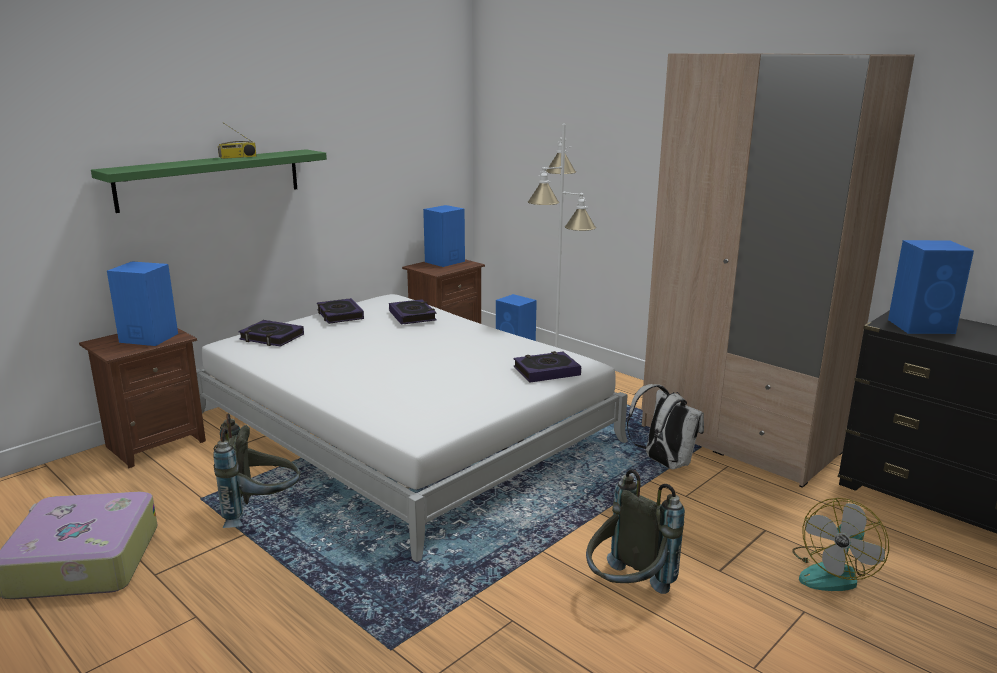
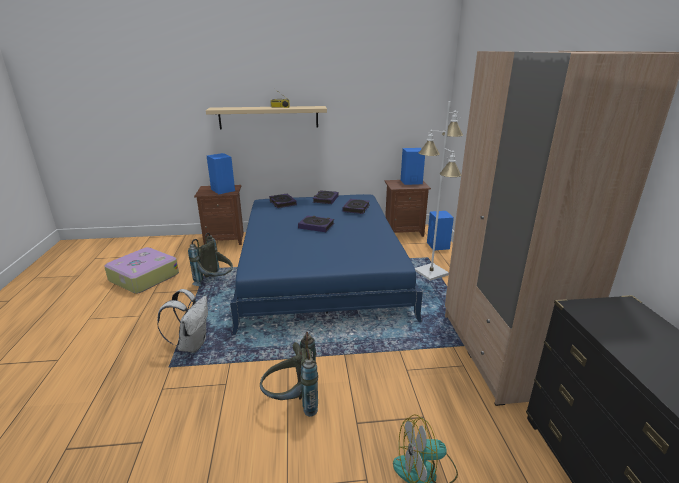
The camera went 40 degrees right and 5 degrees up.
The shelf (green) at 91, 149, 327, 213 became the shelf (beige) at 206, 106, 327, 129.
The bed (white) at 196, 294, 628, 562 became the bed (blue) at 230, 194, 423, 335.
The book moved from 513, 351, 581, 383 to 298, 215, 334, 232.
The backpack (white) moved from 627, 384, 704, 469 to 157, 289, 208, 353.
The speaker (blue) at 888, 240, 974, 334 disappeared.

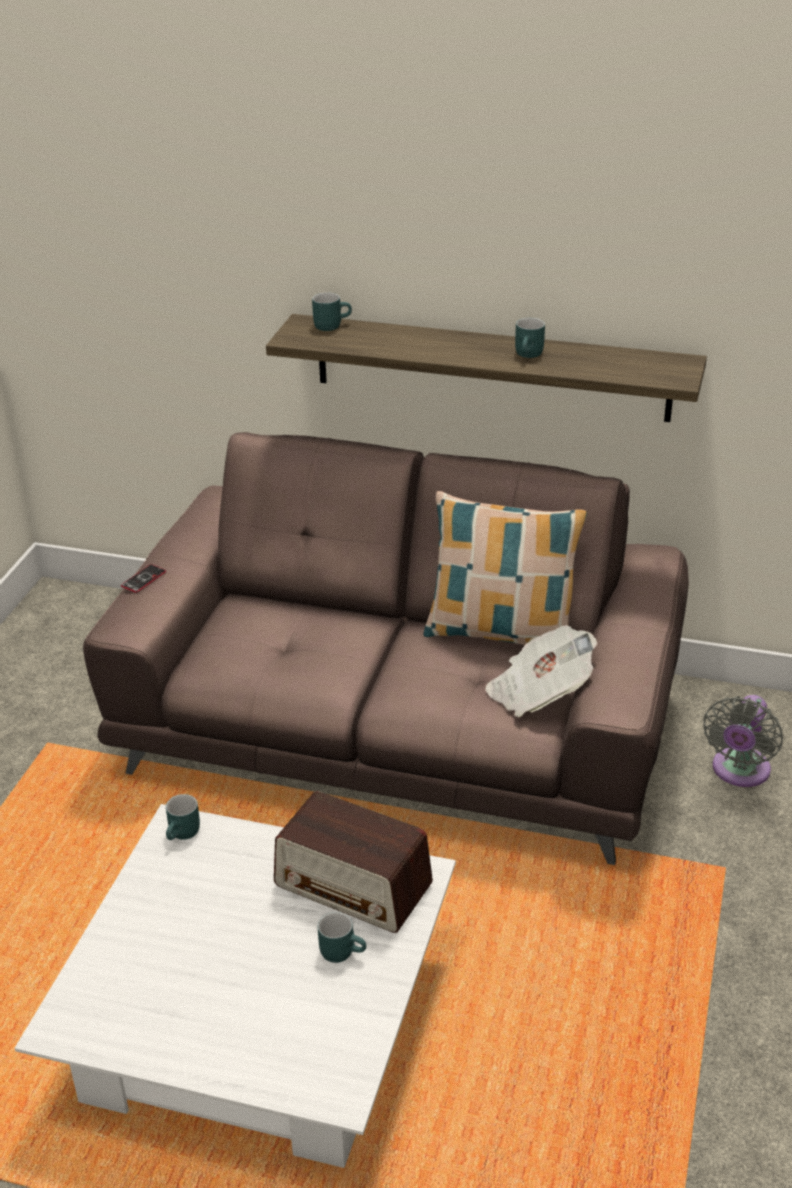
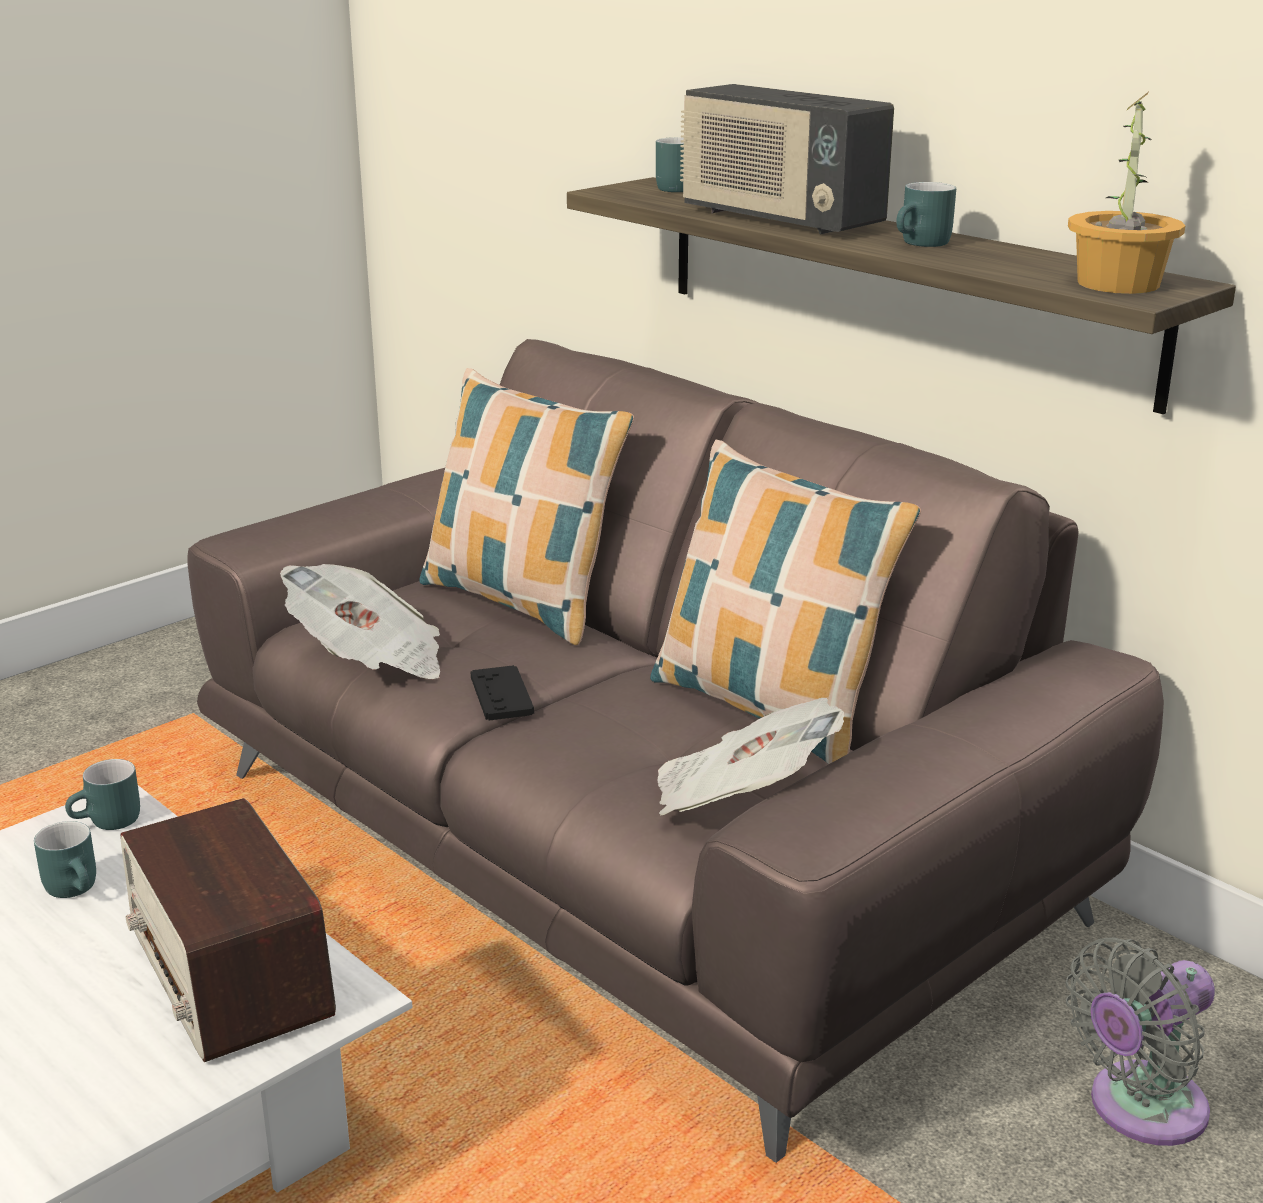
The camera went 30 degrees right and 10 degrees down.
The phone at 121, 564, 166, 593 disappeared.
The mug (turquoise) moved from 318, 912, 366, 963 to 34, 821, 96, 898.
The newspaper at 280, 564, 440, 679 appeared.
The pillow at 419, 368, 634, 645 appeared.
The game controller (black) at 470, 665, 534, 720 appeared.
The radio at 680, 84, 894, 234 appeared.
The potted plant at 1068, 92, 1185, 294 appeared.

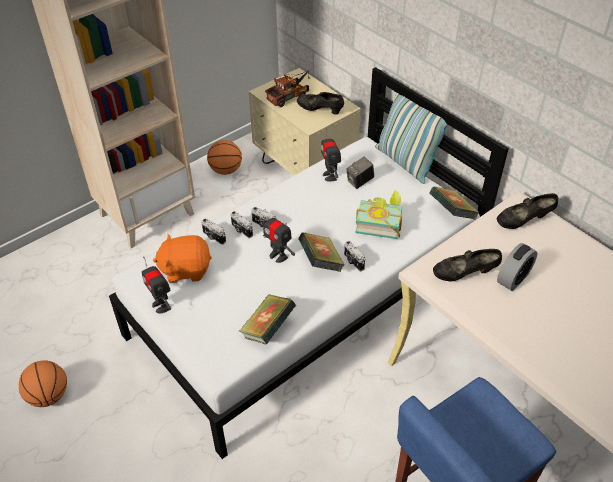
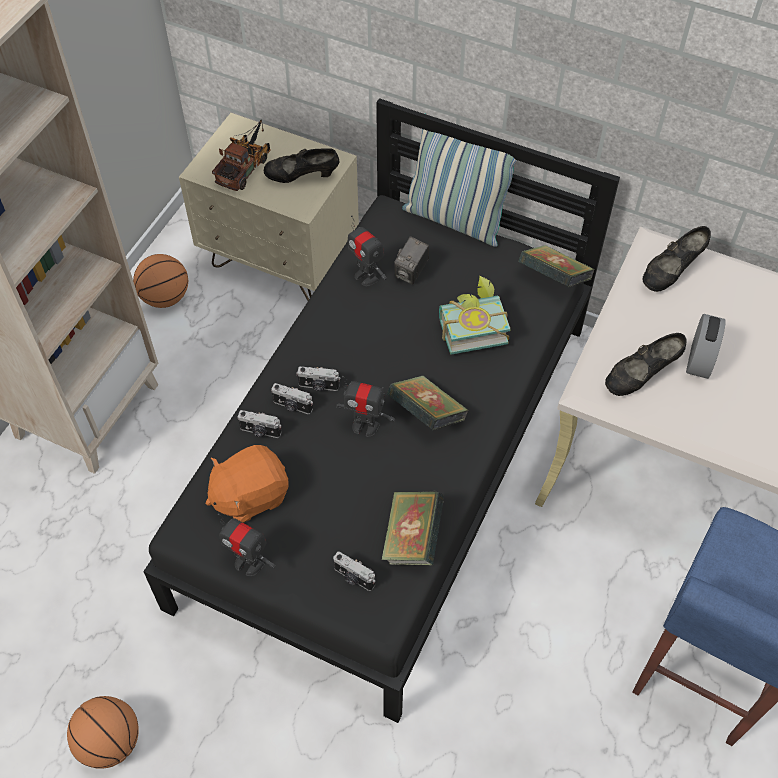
The camera went 25 degrees left and 10 degrees up.
The bed (white) at 109, 67, 509, 459 became the bed (black) at 143, 98, 620, 723.
The photo camera moved from 344, 241, 365, 271 to 333, 551, 376, 591.

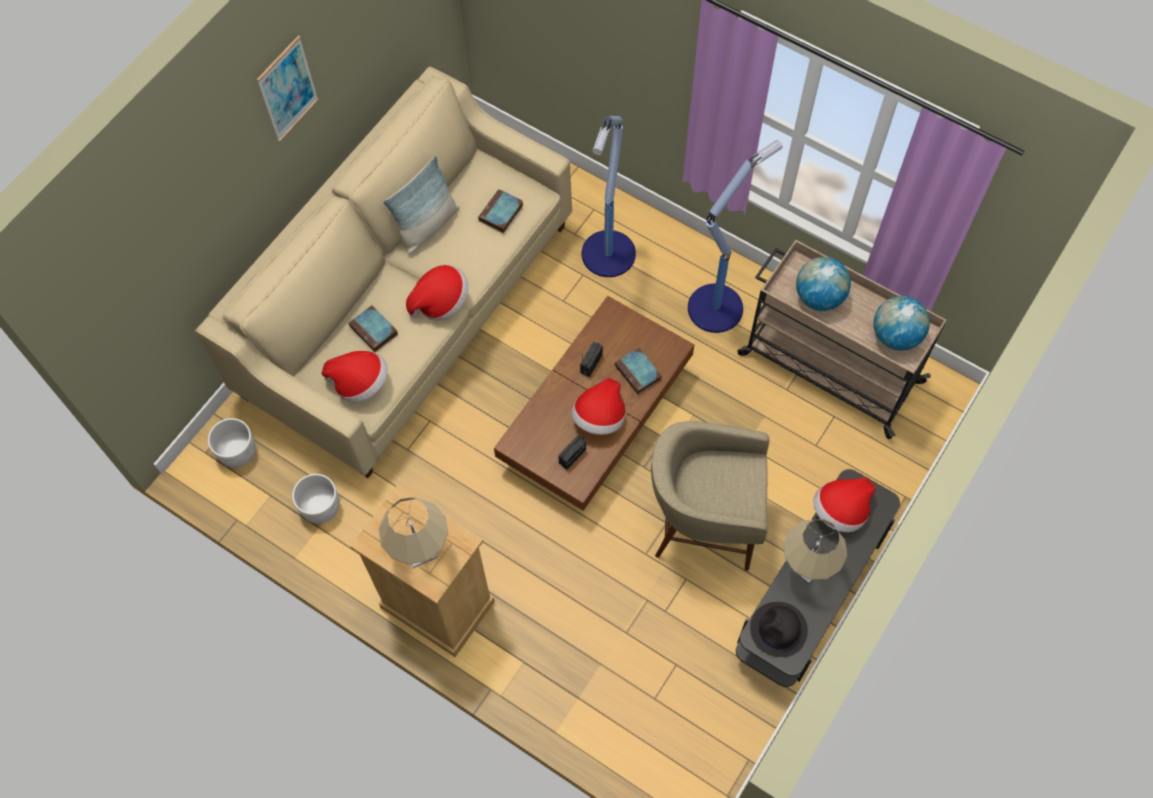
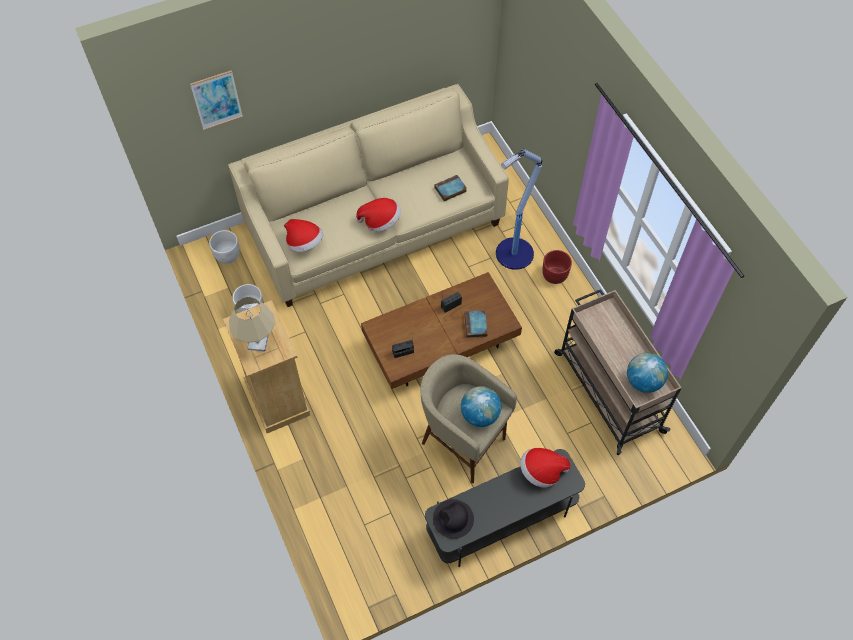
The camera went 30 degrees right and 5 degrees down.
The picture moved from 257, 35, 319, 142 to 190, 70, 243, 130.
The book at 349, 305, 398, 352 disappeared.
The pillow at 383, 156, 460, 256 disappeared.
The hat at 572, 378, 626, 435 disappeared.
The floor lamp at 688, 140, 782, 333 disappeared.
The table lamp (beige) at 783, 519, 847, 584 disappeared.
The globe moved from 796, 257, 851, 311 to 461, 386, 501, 427.
The planter (red) at 542, 250, 572, 284 appeared.

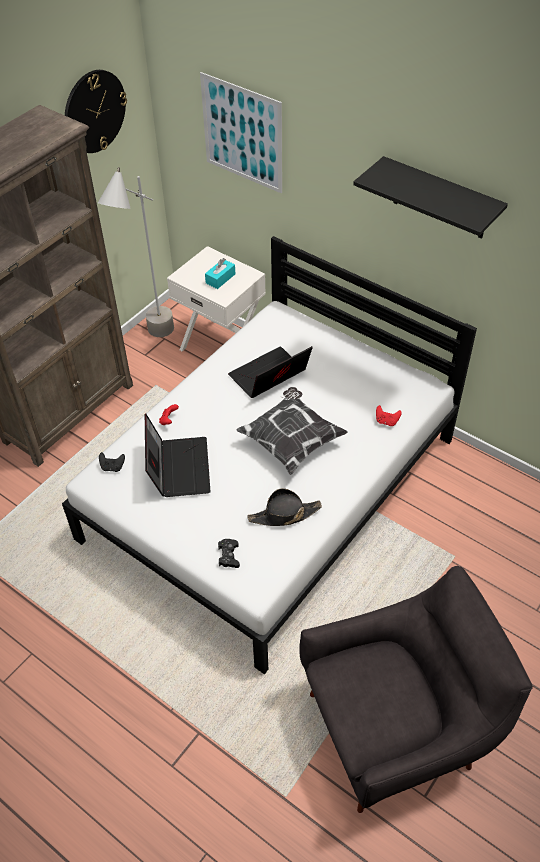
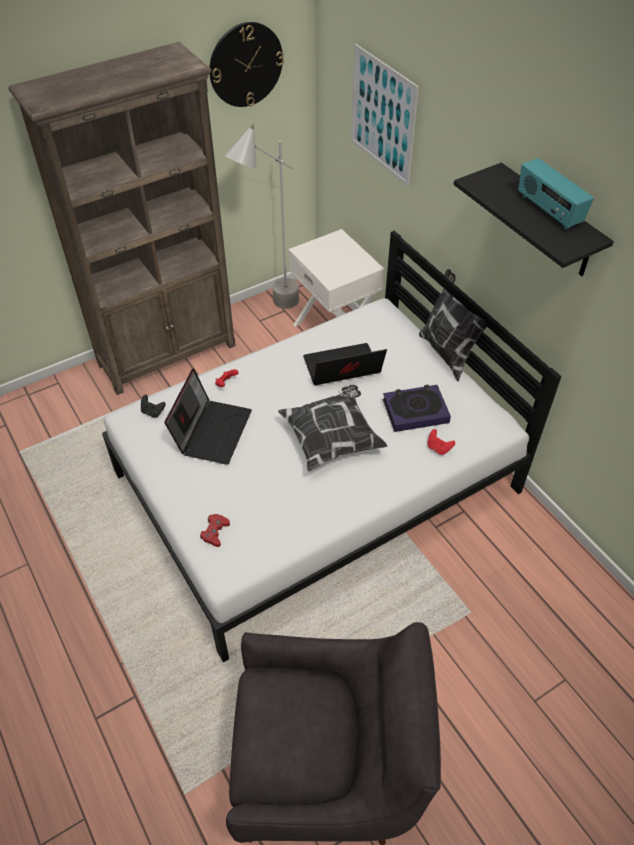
The camera went 20 degrees right and 0 degrees up.
The tissue box (turquoise) at 205, 258, 235, 289 disappeared.
The game controller (black) at 218, 539, 240, 568 became the game controller (red) at 200, 514, 230, 547.
The hat (black) at 247, 488, 322, 526 disappeared.
The book at 383, 385, 451, 432 appeared.
The pillow at 419, 269, 487, 381 appeared.
The radio at 518, 158, 594, 230 appeared.

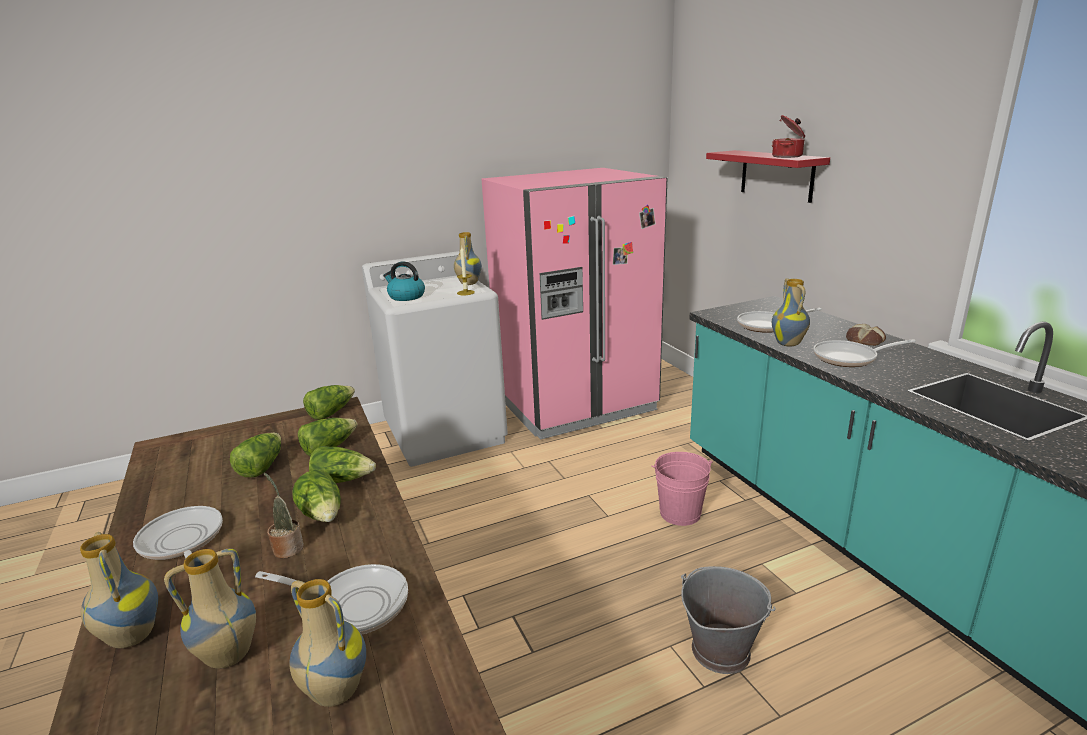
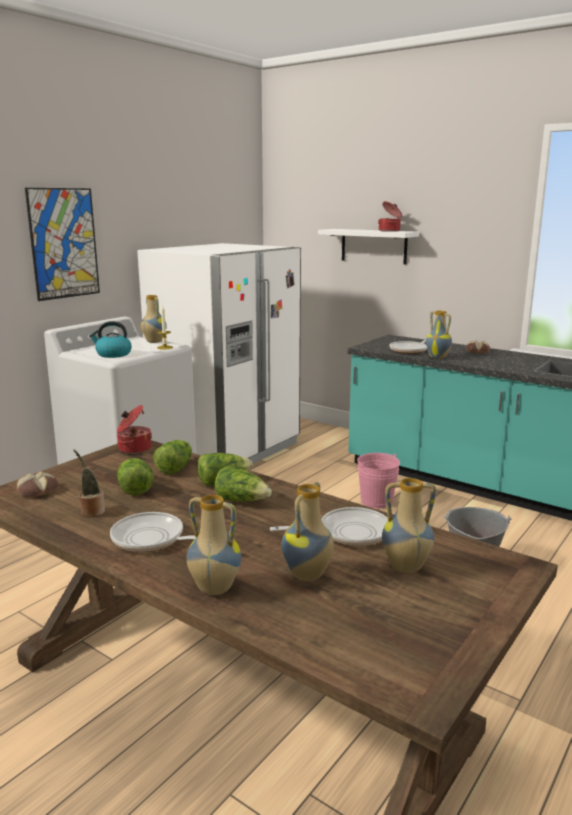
The camera went 30 degrees left and 5 degrees down.
The potted plant moved from 264, 473, 304, 558 to 73, 449, 105, 518.
The lettuce at 303, 385, 355, 420 was replaced by the cooking pot at 117, 405, 152, 454.
The fridge (pink) at 481, 168, 667, 440 became the fridge (white) at 137, 243, 301, 464.
The shelf (red) at 706, 150, 830, 203 became the shelf (white) at 318, 229, 419, 265.
The frying pan at 813, 339, 916, 367 disappeared.
The bread at 16, 471, 59, 498 appeared.
The picture at 25, 188, 100, 301 appeared.

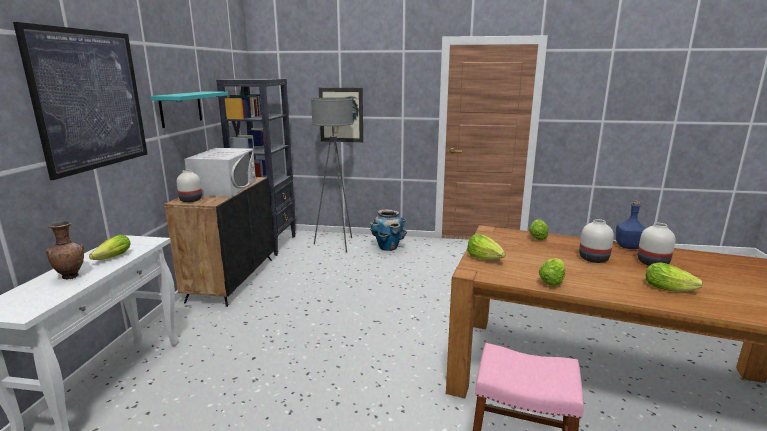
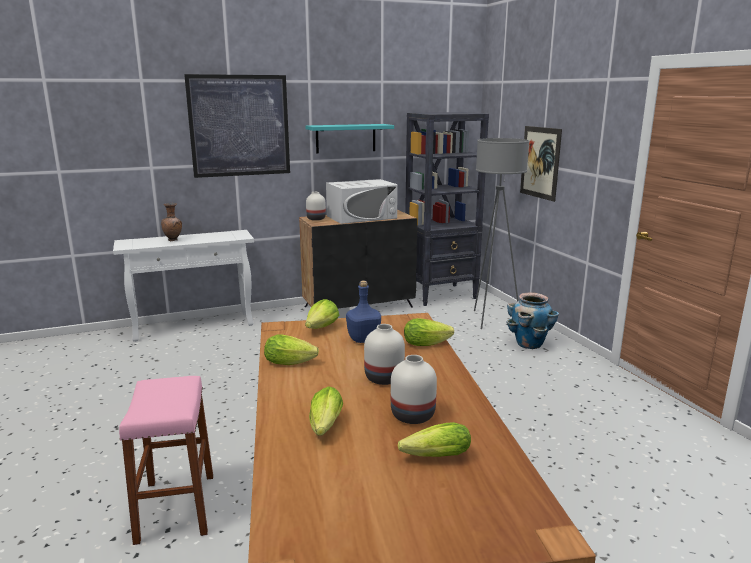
The camera went 60 degrees right and 0 degrees up.
The lettuce moved from 89, 235, 131, 260 to 398, 422, 471, 457.
The bottle (blue) moved from 616, 200, 646, 249 to 346, 281, 381, 343.

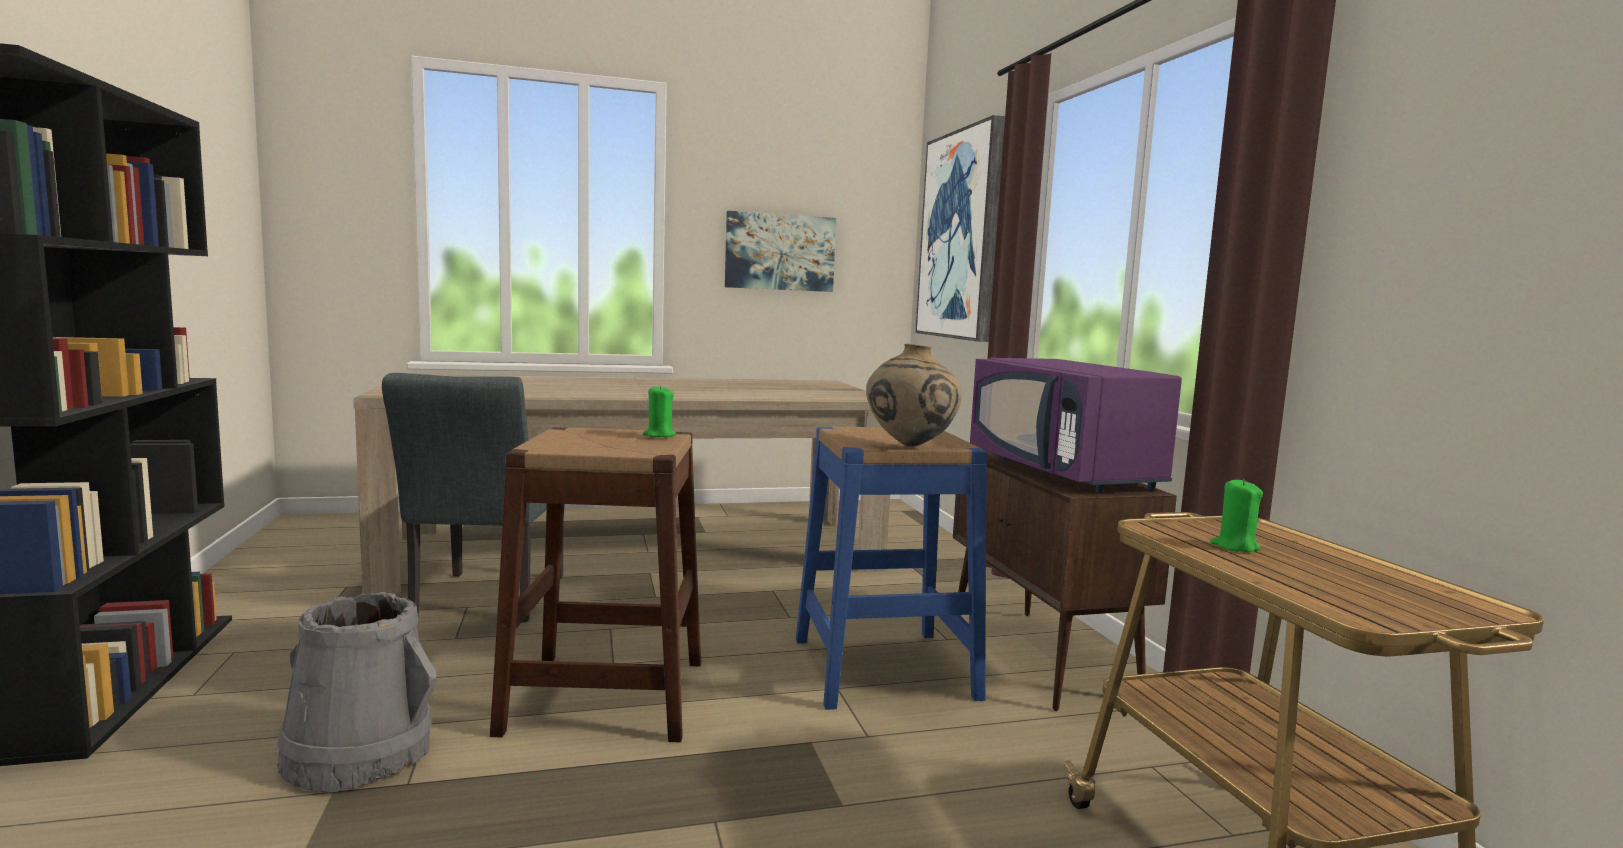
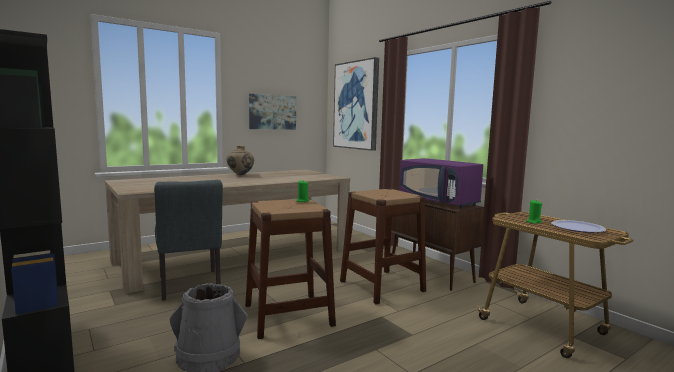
The camera went 20 degrees left and 0 degrees up.
The stool (blue) at 795, 427, 988, 710 became the stool (brown) at 340, 189, 426, 305.
The vase (beige) moved from 866, 344, 962, 447 to 226, 146, 254, 175.
The plate at 551, 220, 606, 233 appeared.

